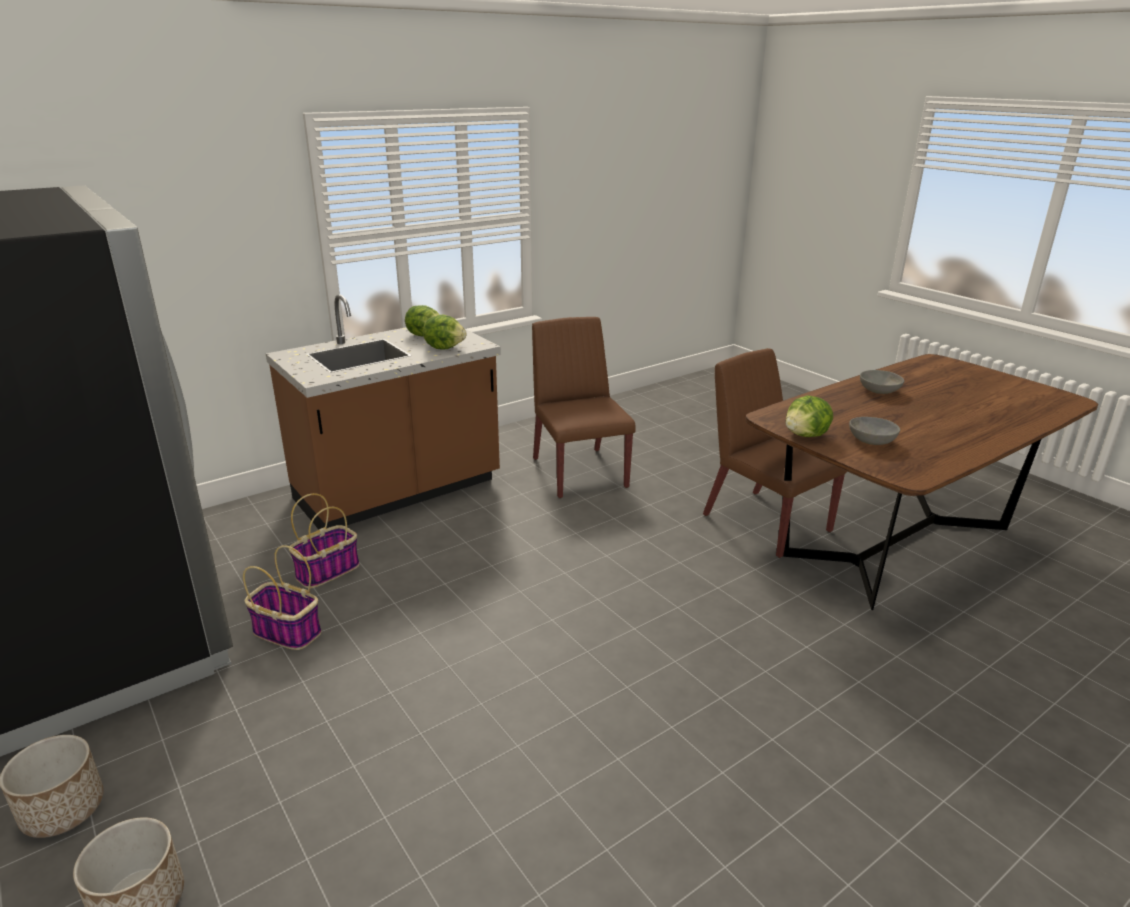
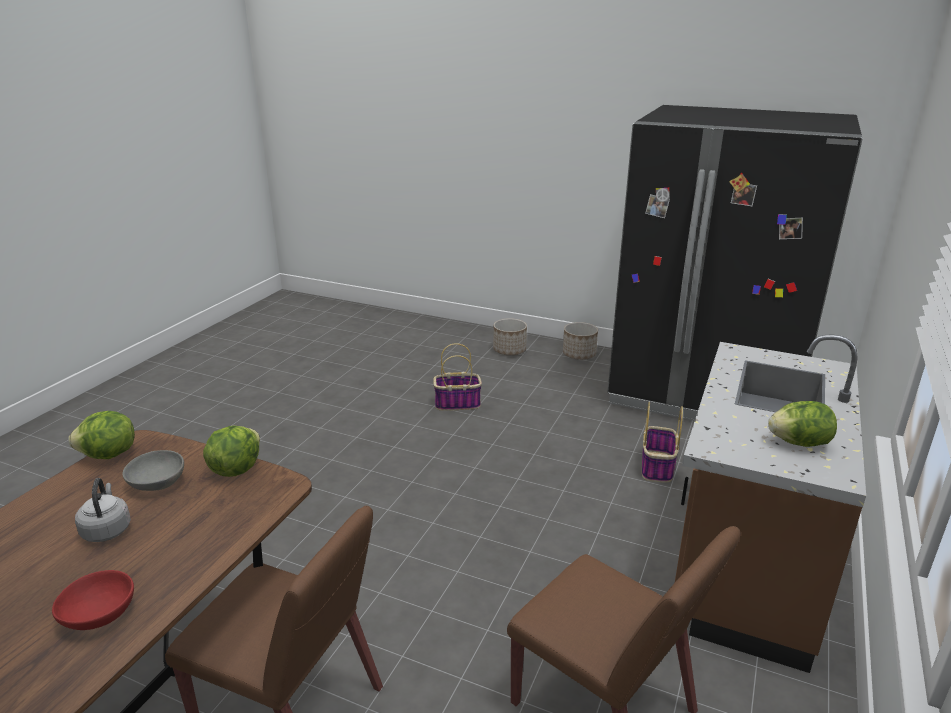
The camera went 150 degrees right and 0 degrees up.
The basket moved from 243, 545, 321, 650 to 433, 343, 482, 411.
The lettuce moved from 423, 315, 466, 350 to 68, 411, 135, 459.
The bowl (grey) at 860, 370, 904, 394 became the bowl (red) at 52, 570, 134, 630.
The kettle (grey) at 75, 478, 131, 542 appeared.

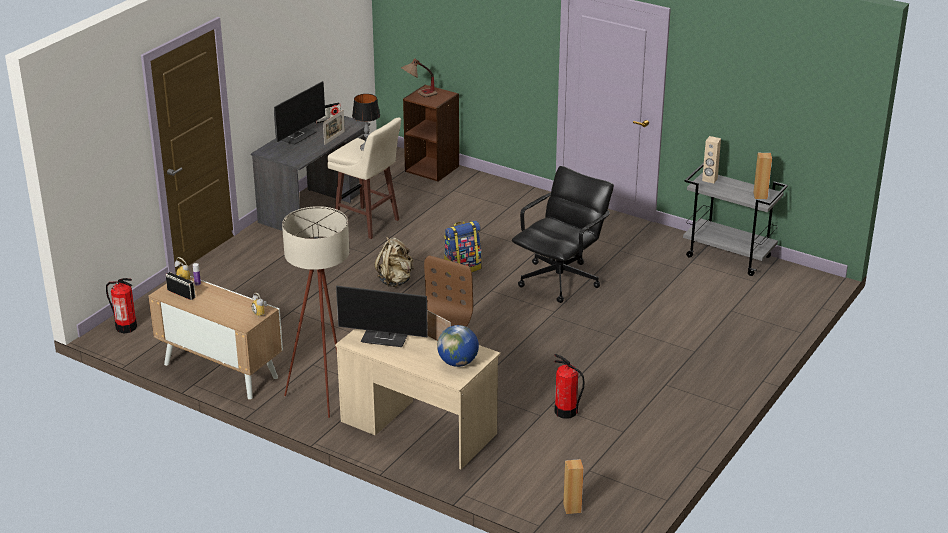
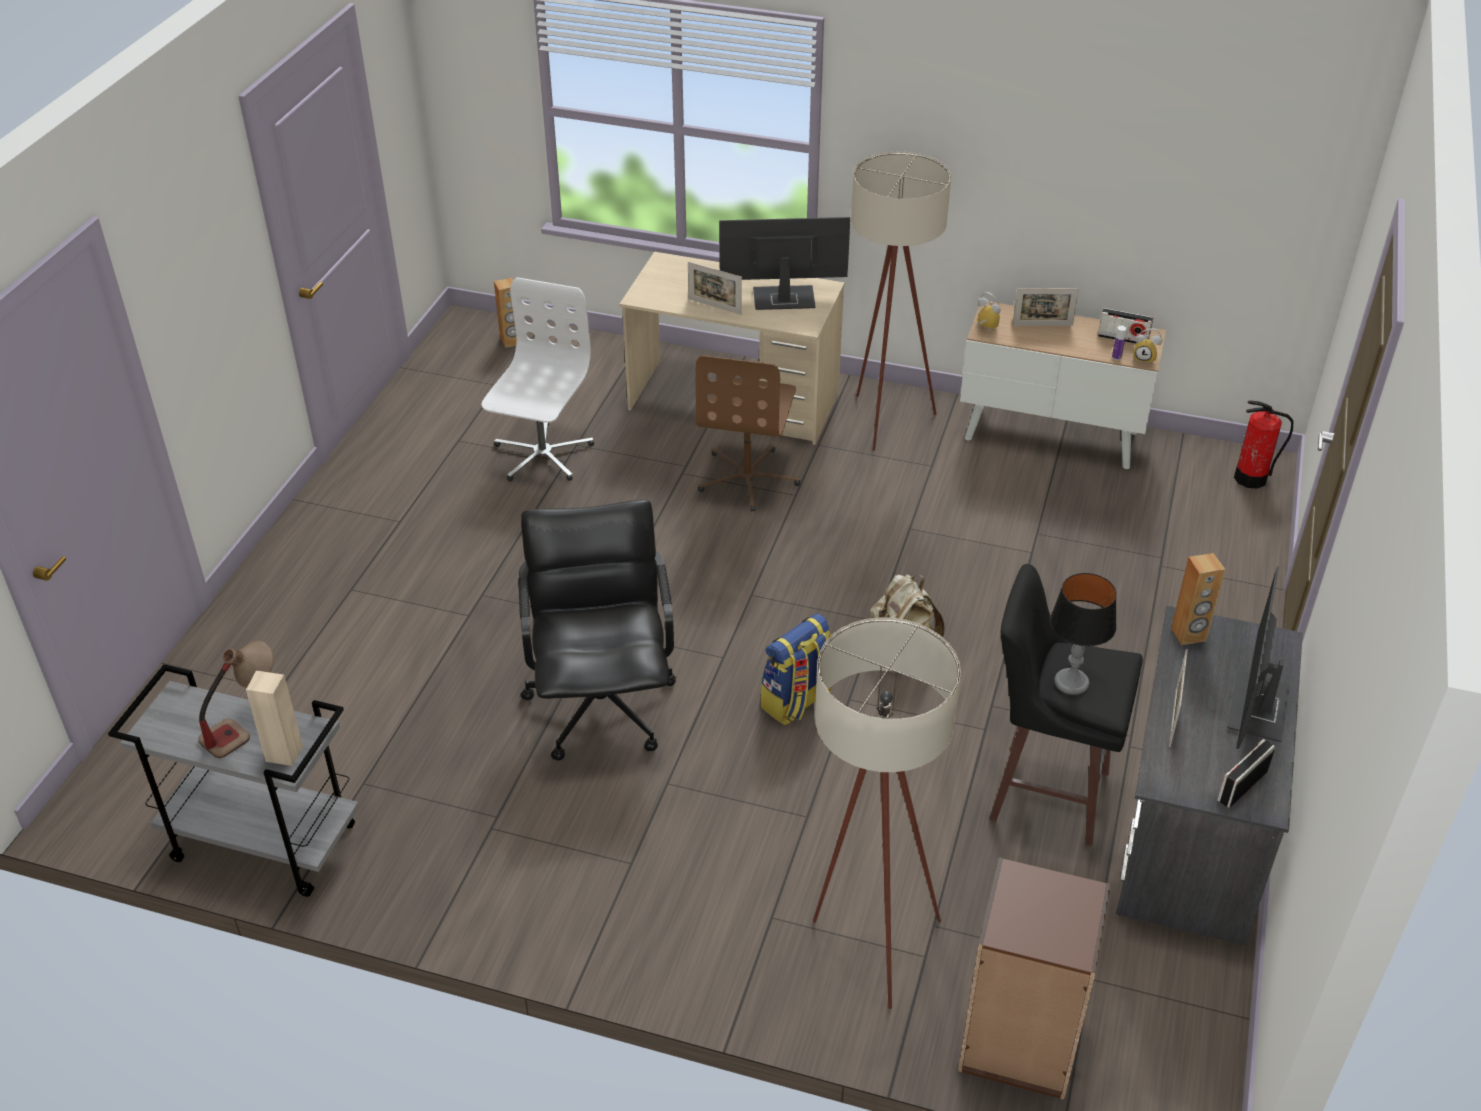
The camera went 165 degrees right and 10 degrees up.
The stool (beige) at 327, 117, 401, 239 became the stool (black) at 989, 564, 1143, 846.
The table lamp moved from 401, 58, 437, 98 to 198, 641, 274, 758.
The globe at 437, 325, 479, 367 disappeared.
The office chair (black) at 512, 166, 614, 303 turned 150 degrees clockwise.
The fire extinguisher at 554, 354, 585, 419 was replaced by the office chair (white) at 481, 277, 594, 482.
The speaker (brown) moved from 753, 153, 772, 199 to 1171, 553, 1225, 645.
The floor lamp (beige) at 813, 618, 961, 1009 appeared.
The picture frame at 1012, 288, 1079, 326 appeared.

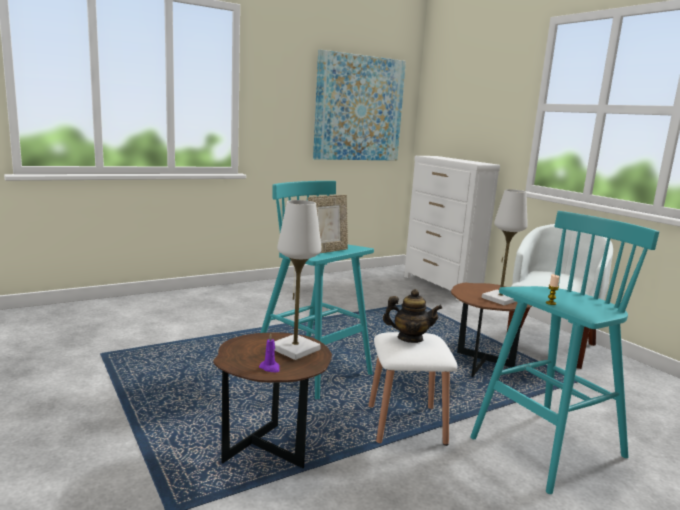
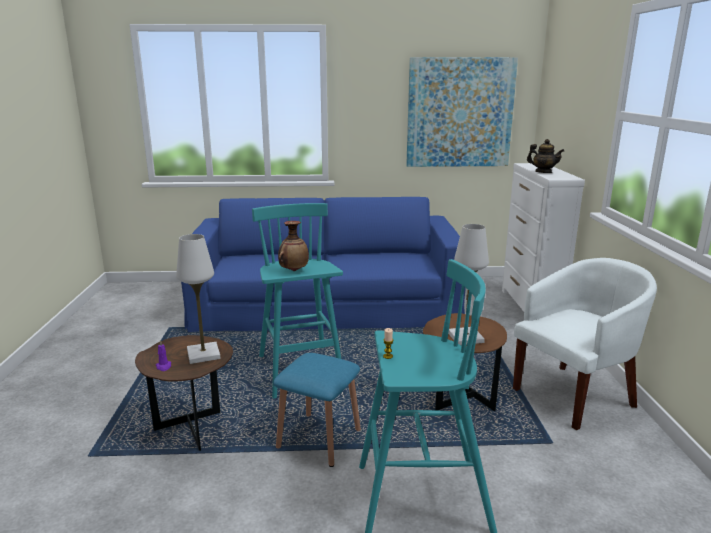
The camera went 30 degrees right and 5 degrees up.
The picture frame at 308, 195, 348, 253 was replaced by the vase at 278, 221, 309, 271.
The stool (white) at 368, 332, 457, 446 became the stool (blue) at 273, 353, 361, 467.
The teapot moved from 383, 289, 443, 343 to 527, 139, 564, 173.
The sofa (blue) at 181, 197, 466, 332 appeared.

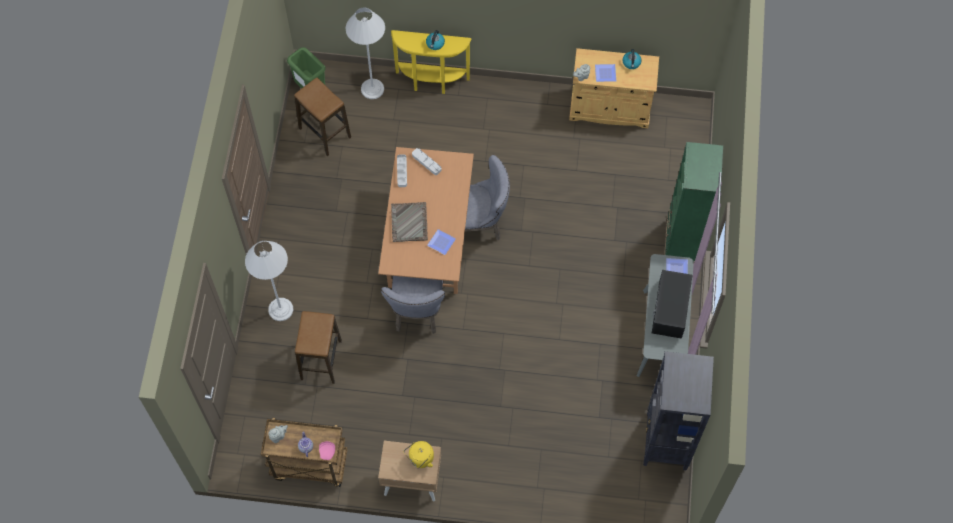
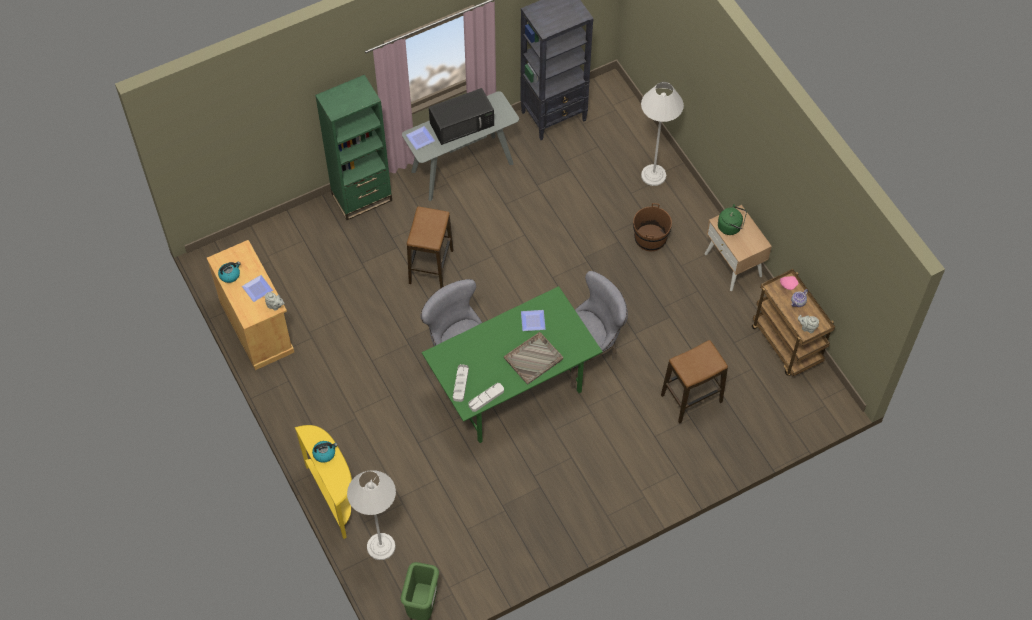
The camera went 125 degrees left and 5 degrees down.
The floor lamp (white) moved from 245, 241, 293, 321 to 641, 82, 684, 186.
The stool moved from 294, 77, 351, 156 to 407, 207, 454, 288.
The dining table (brown) at 378, 147, 474, 294 became the dining table (green) at 422, 286, 603, 443.
The kettle (yellow) at 404, 441, 434, 468 became the kettle (green) at 718, 204, 747, 235.
The bucket (brown) at 633, 203, 672, 252 appeared.

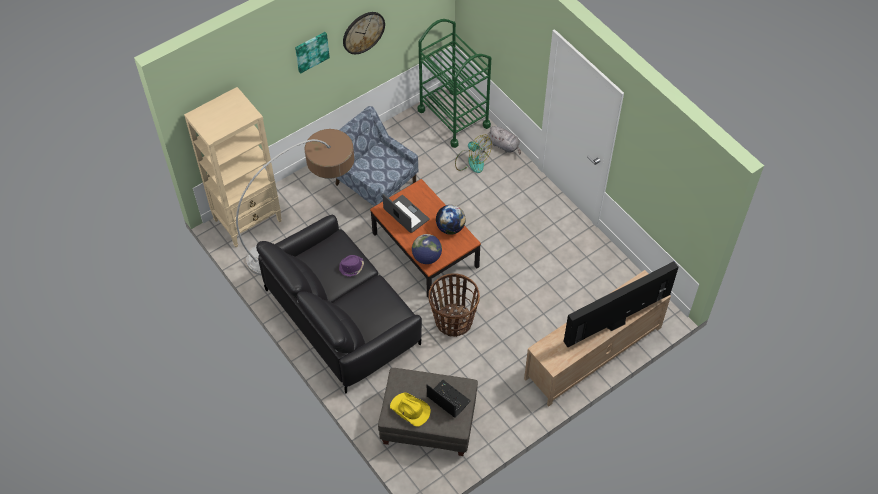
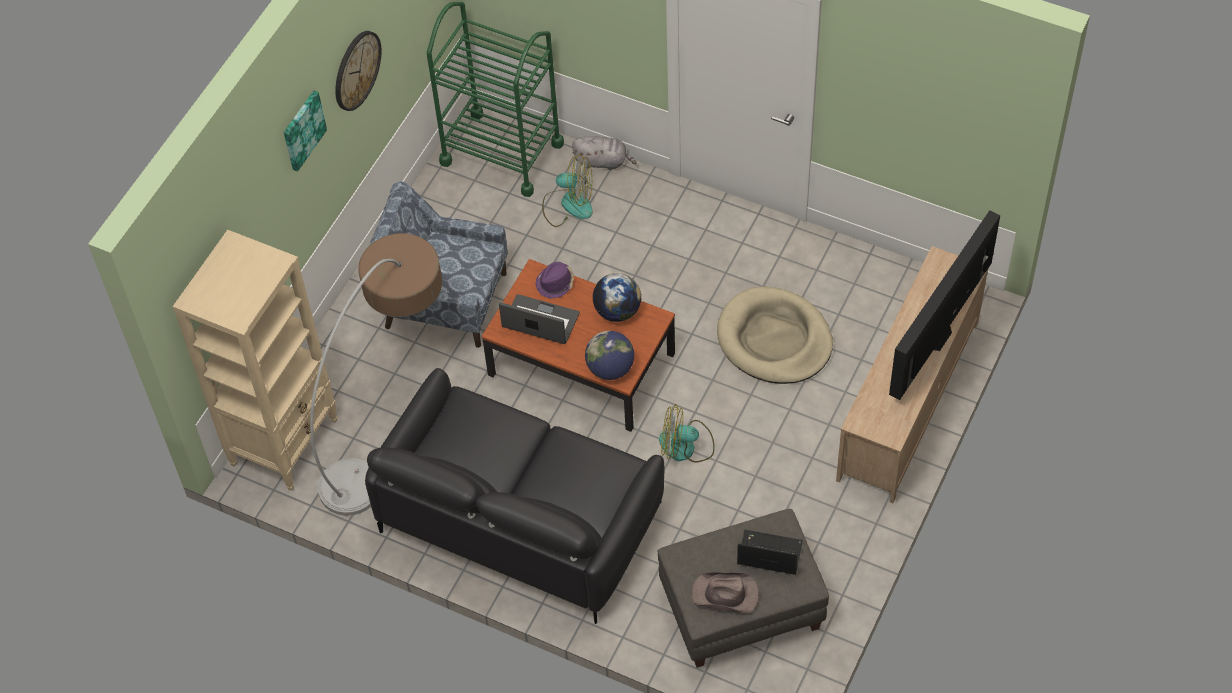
The camera went 25 degrees left and 0 degrees up.
The hat (purple) moved from 339, 255, 364, 277 to 536, 262, 574, 299.
The hat (yellow) at 390, 393, 431, 427 became the hat (brown) at 692, 572, 759, 613.
The basket at 428, 273, 480, 337 was replaced by the fan at 659, 404, 715, 463.
The dog bed (beige) at 717, 287, 833, 384 appeared.

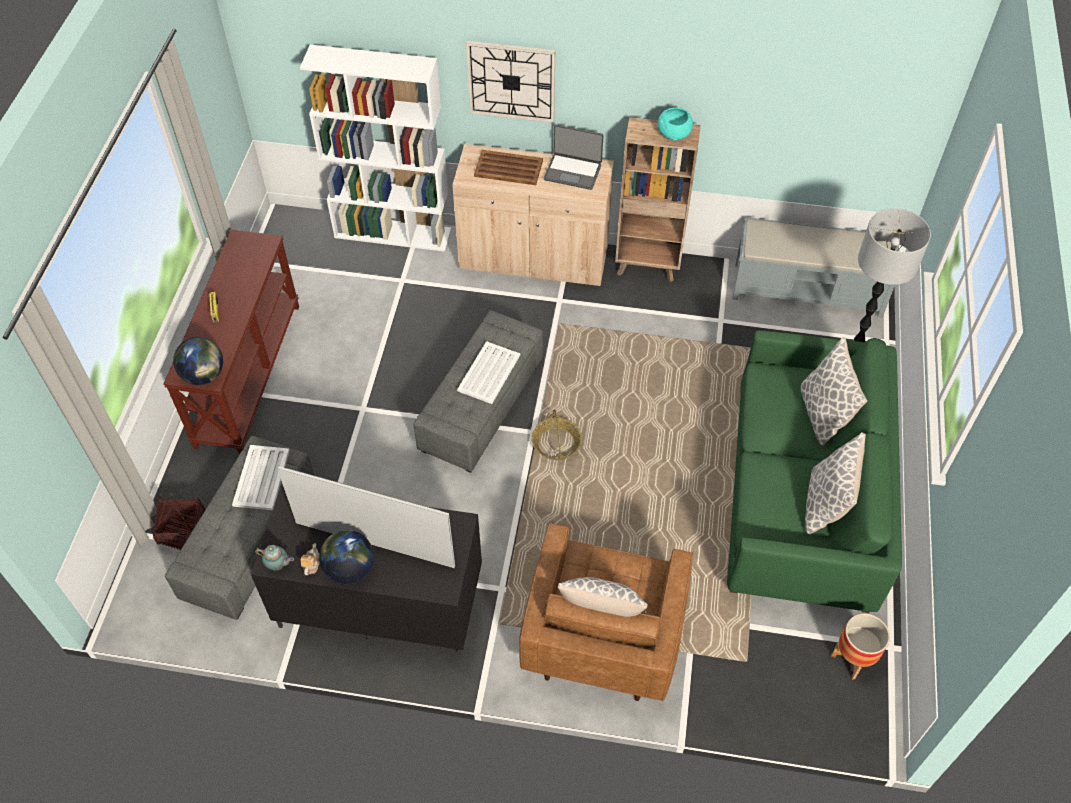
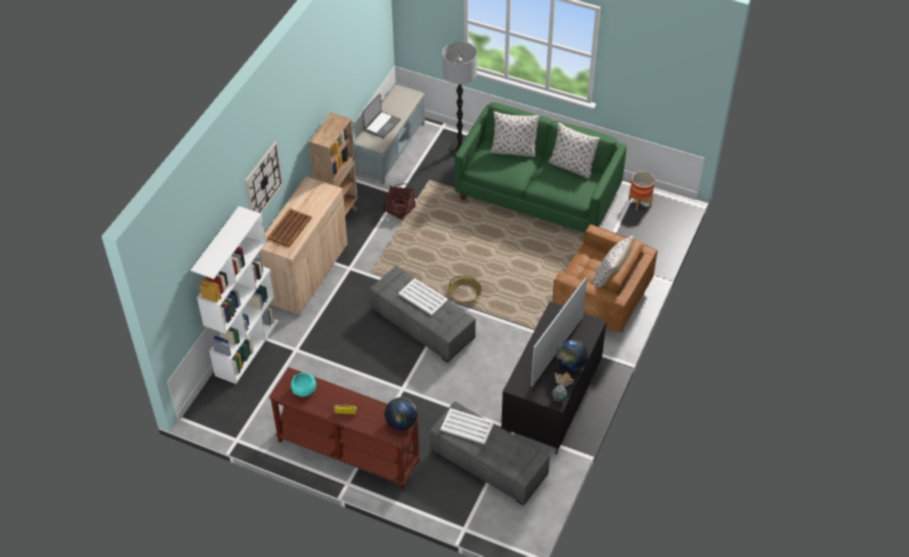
The camera went 75 degrees left and 5 degrees down.
The basket moved from 153, 496, 205, 550 to 383, 183, 416, 221.
The laptop moved from 544, 124, 604, 190 to 362, 94, 401, 139.
The bowl (turquoise) moved from 658, 107, 693, 141 to 291, 373, 316, 397.

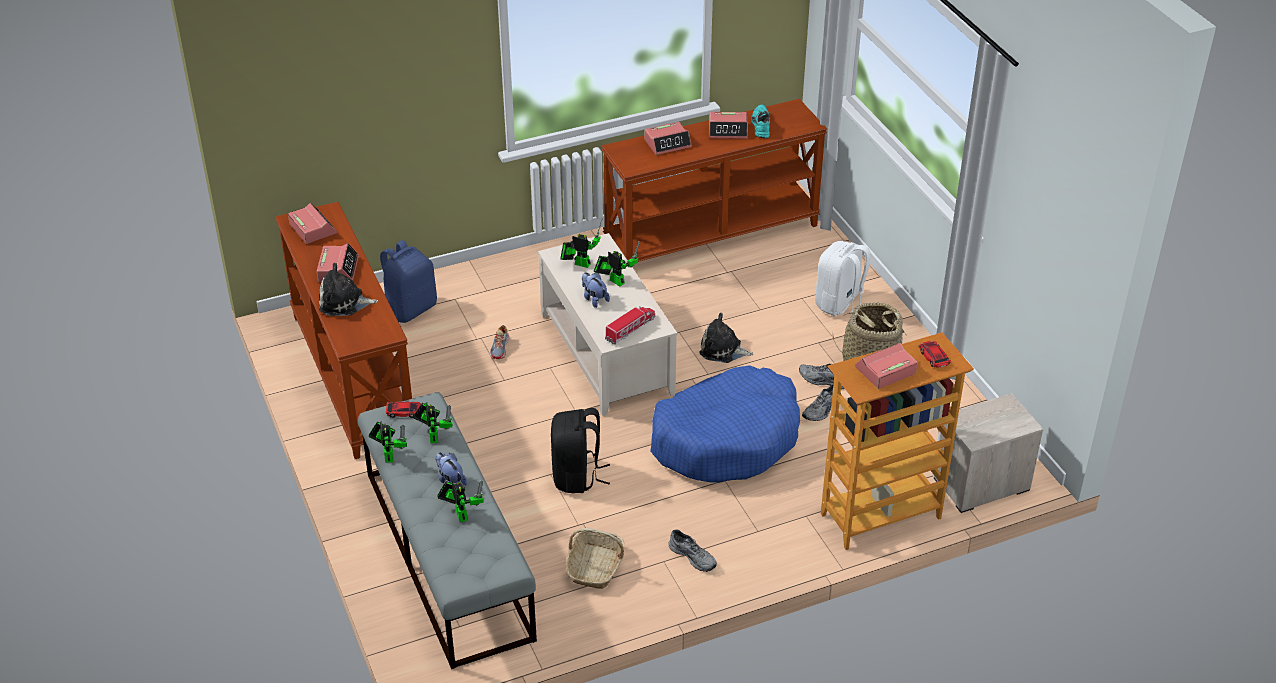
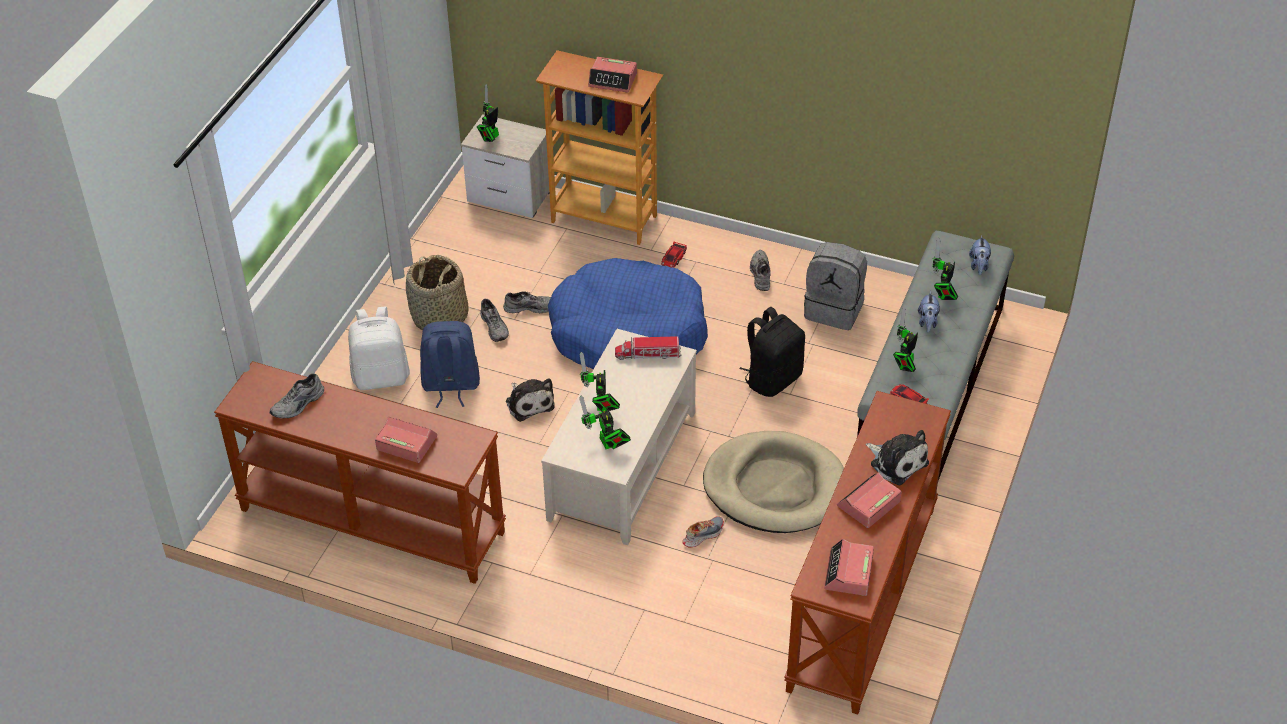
The camera went 135 degrees left and 5 degrees up.
The toy robot moved from 368, 421, 407, 463 to 477, 84, 499, 142.
The backpack (blue) moved from 380, 240, 437, 323 to 420, 321, 480, 408.
The basket at 566, 528, 625, 589 was replaced by the backpack (grey) at 804, 242, 867, 330.
The plush toy moved from 582, 272, 610, 308 to 969, 235, 991, 275.
The alarm clock at 709, 112, 748, 139 disappeared.
The shoe (turquoise) at 751, 105, 770, 138 became the shoe (grey) at 269, 373, 324, 418.
The toy car moved from 918, 341, 951, 368 to 661, 242, 687, 268.
The dog bed (beige) at 703, 431, 844, 533 appeared.

